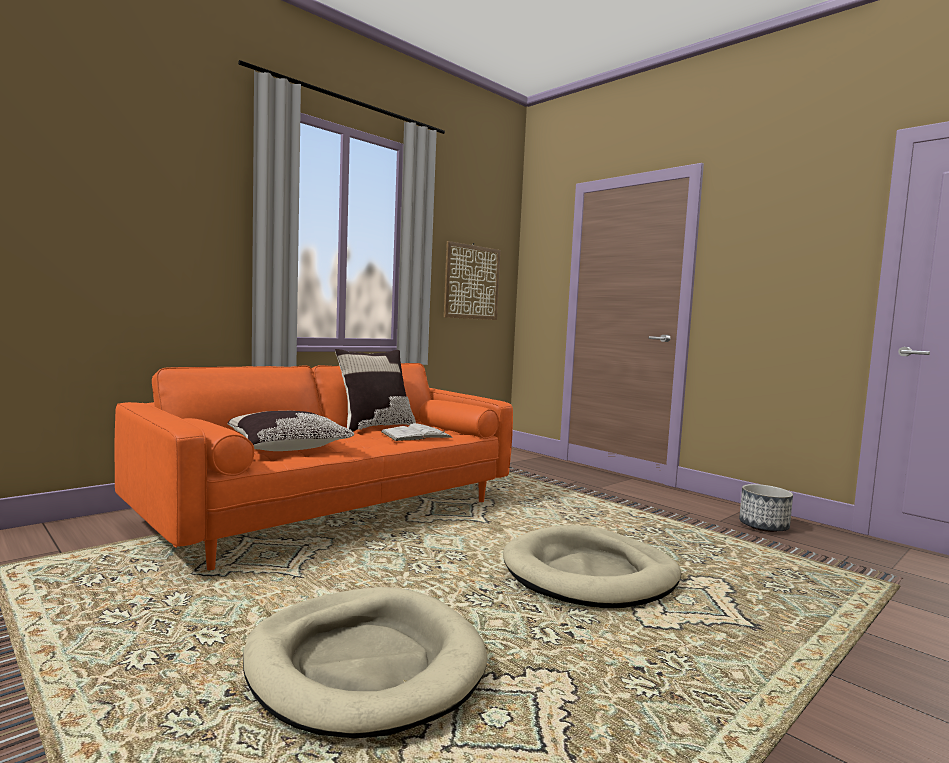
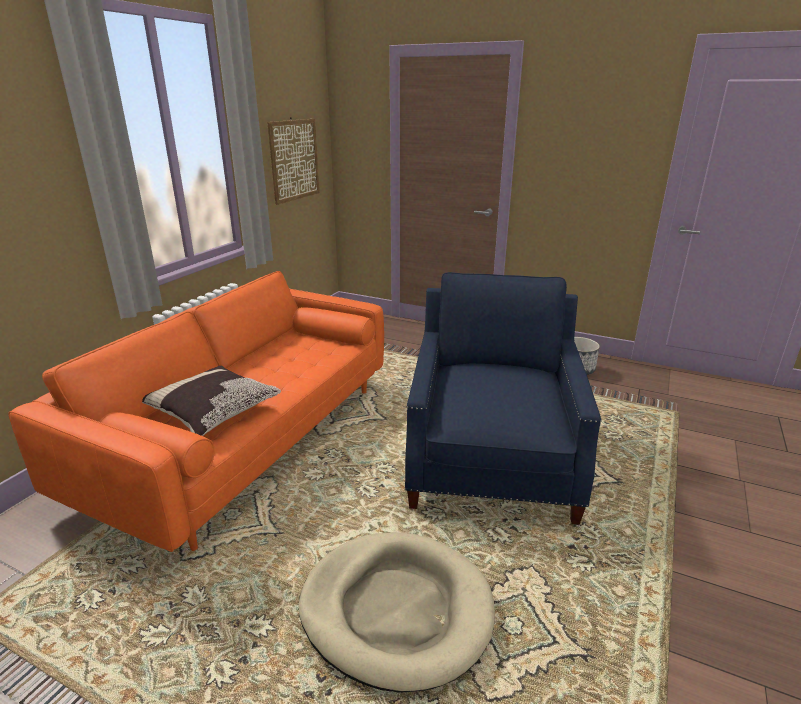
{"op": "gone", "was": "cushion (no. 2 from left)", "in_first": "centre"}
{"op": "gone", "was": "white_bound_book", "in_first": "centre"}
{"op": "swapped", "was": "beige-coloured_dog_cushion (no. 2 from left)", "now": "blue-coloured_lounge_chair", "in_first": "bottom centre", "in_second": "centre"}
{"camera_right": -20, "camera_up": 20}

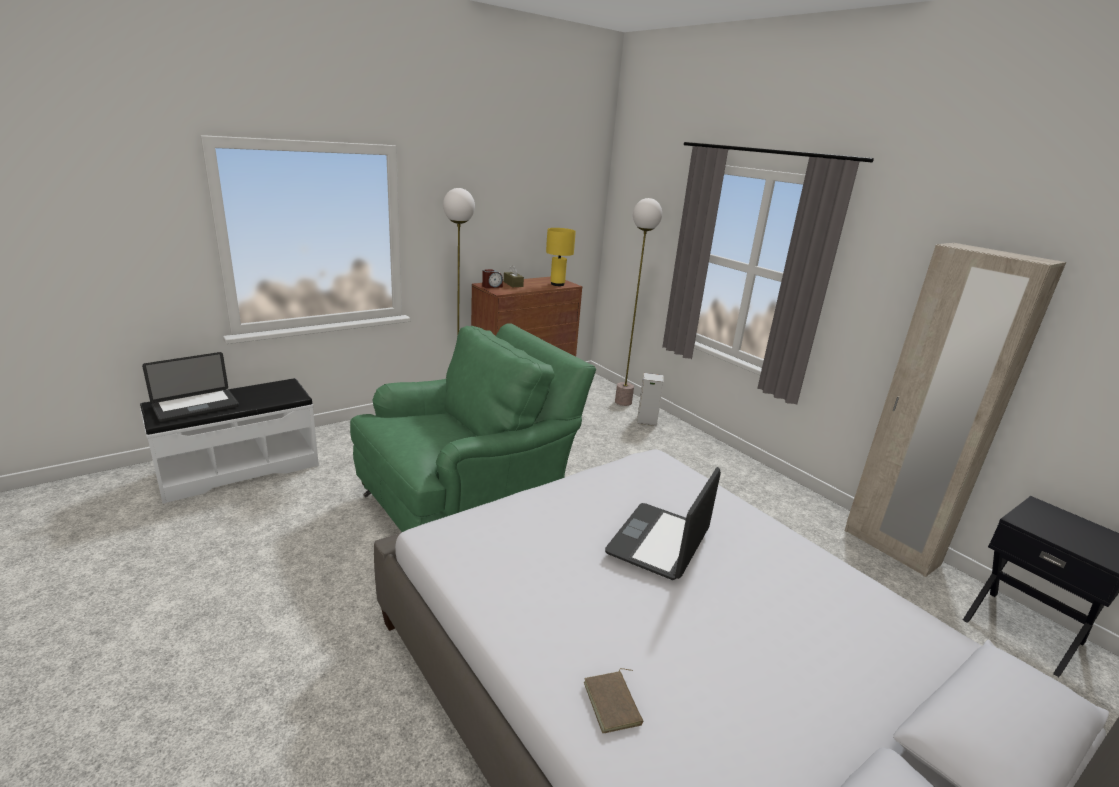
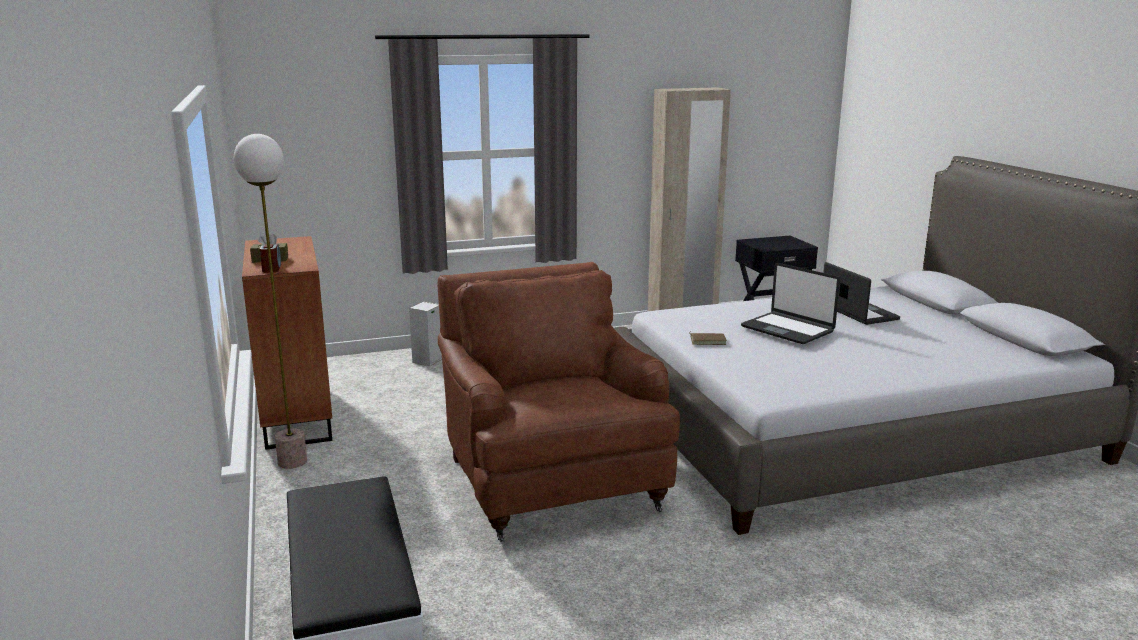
{"op": "gone", "was": "floor_lamp (no. 2 from left)", "in_first": "centre"}
{"op": "gone", "was": "yellowish_tabletop_lamp", "in_first": "top centre"}
{"op": "repainted", "was": "green_lounge_chair", "now": "brown-coloured_lounge_chair", "in_first": "centre", "in_second": "centre"}
{"op": "shifted", "was": "notebook_computer (no. 1 from left in the first image)", "now": "notebook_computer (no. 2 from left)", "in_first": "middle left", "in_second": "middle right"}
{"op": "shifted", "was": "brown-coloured_bound_book", "in_first": "bottom centre", "in_second": "centre"}
{"camera_right": -70, "camera_up": -5}

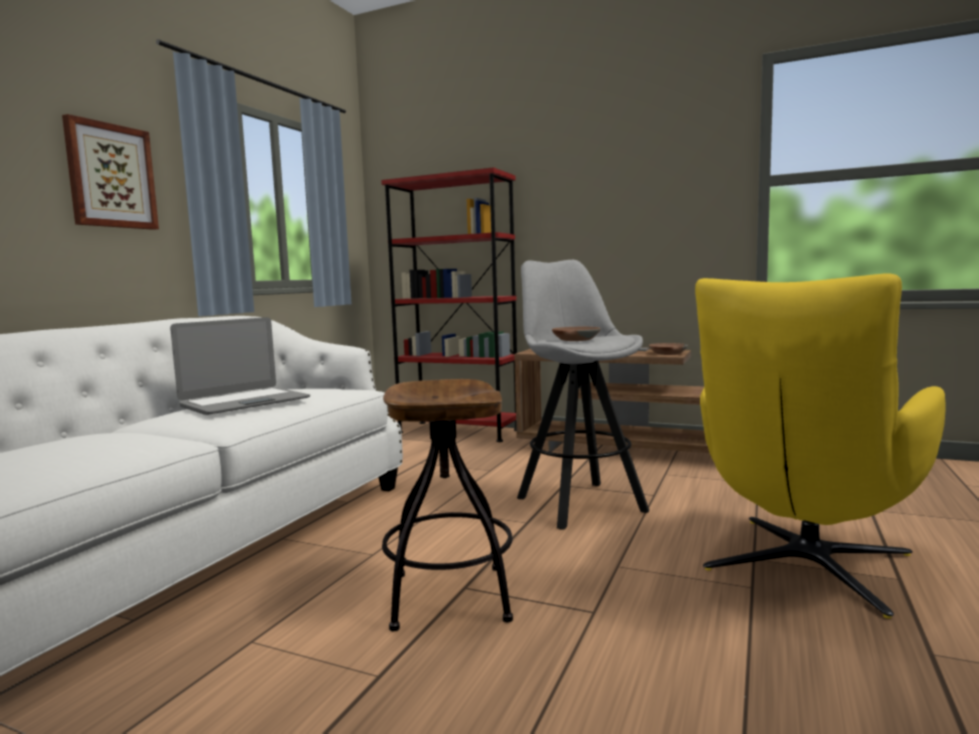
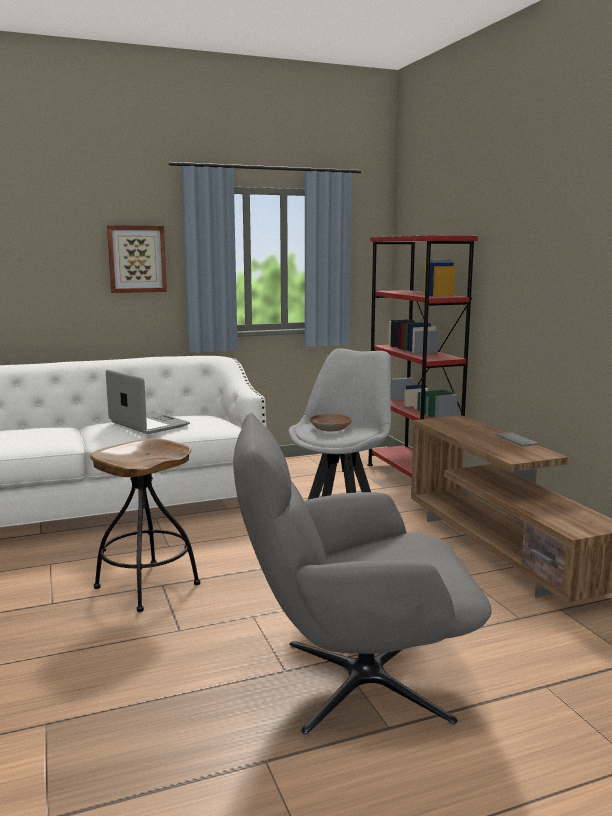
{"op": "repainted", "was": "yellowish_lounge_chair", "now": "greyish_lounge_chair", "in_first": "middle right", "in_second": "bottom centre"}
{"op": "rotated", "was": "notebook_computer", "in_first": "middle left", "in_second": "middle left", "clockwise": -135}
{"op": "gone", "was": "brown-coloured_deep_dish (no. 2 from left)", "in_first": "middle right"}
{"camera_right": 45, "camera_up": 5}

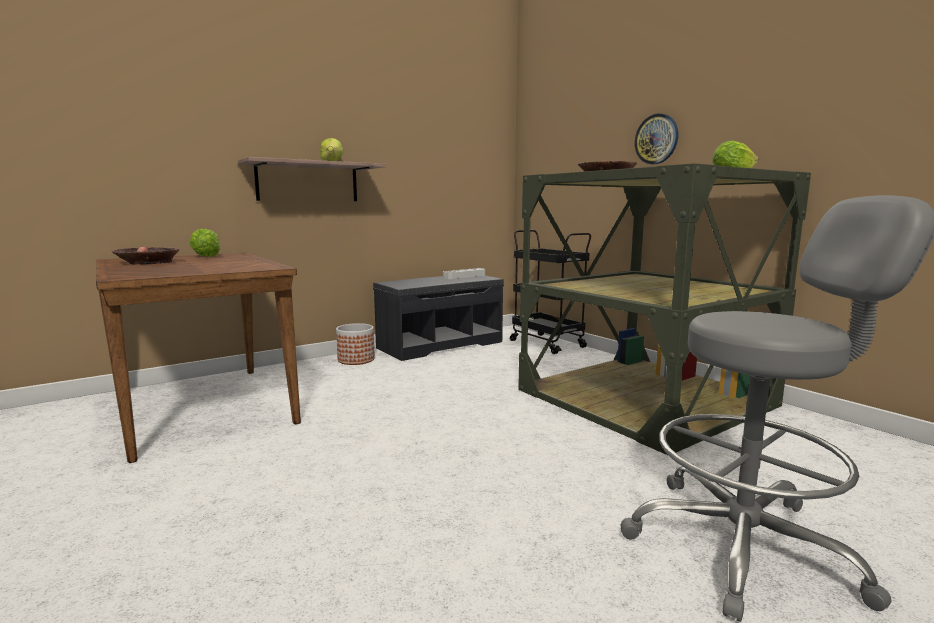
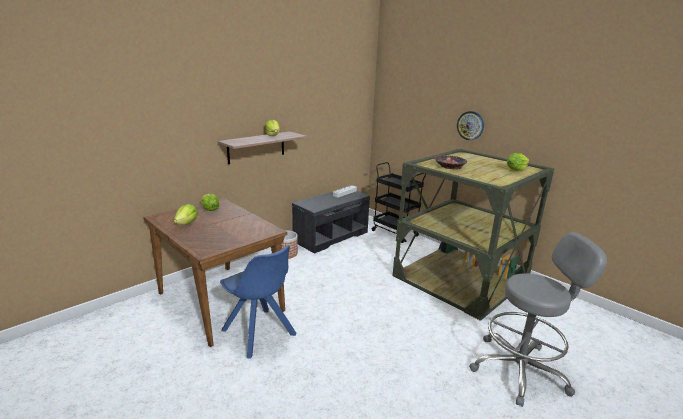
{"op": "swapped", "was": "deep_dish (no. 1 from left)", "now": "lettuce_head (no. 1 from left)", "in_first": "middle left", "in_second": "middle left"}
{"op": "new", "now": "blue-coloured_chair", "in_second": "bottom centre"}
{"camera_right": -10, "camera_up": 10}

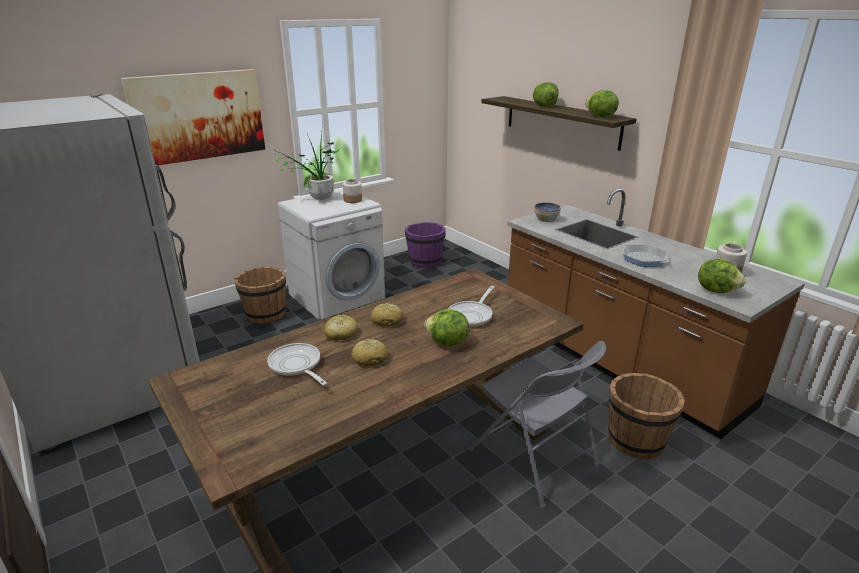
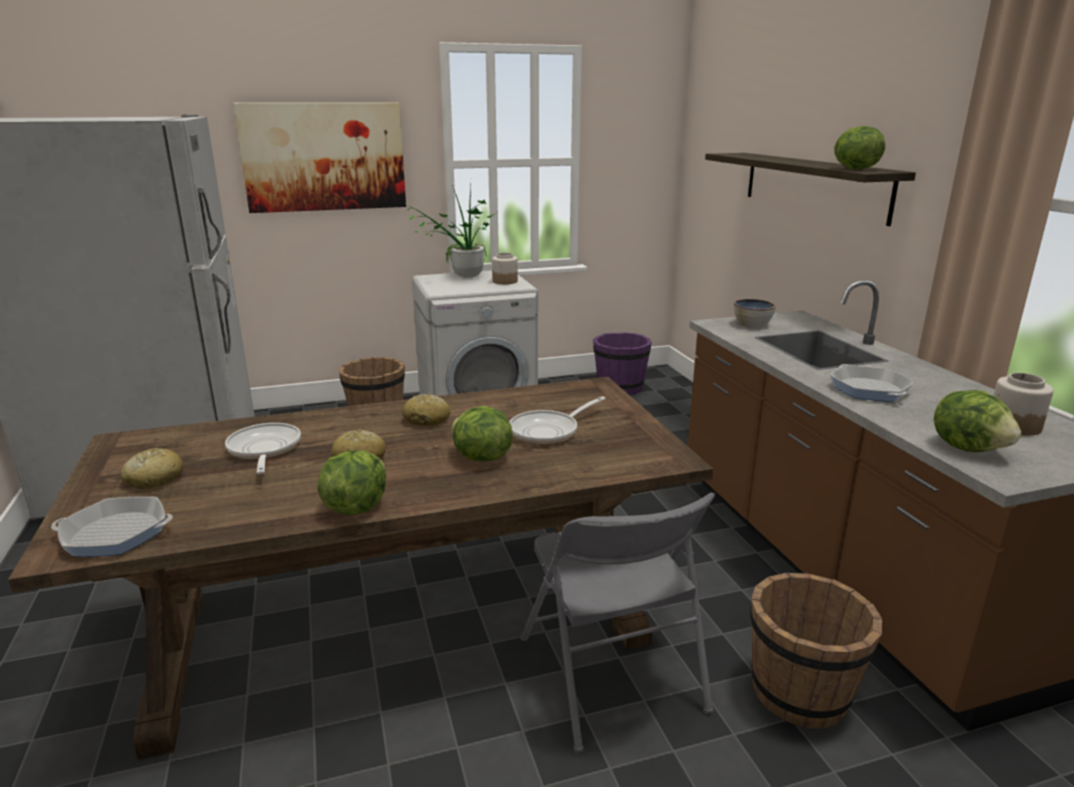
{"op": "shifted", "was": "lettuce_head (no. 2 from left in the first image)", "now": "lettuce_head (no. 1 from left)", "in_first": "top centre", "in_second": "middle left"}
{"op": "shifted", "was": "baked_bread (no. 1 from left)", "in_first": "centre", "in_second": "middle left"}
{"op": "new", "now": "pan (no. 1 from left)", "in_second": "bottom left"}
{"camera_right": 20, "camera_up": -5}

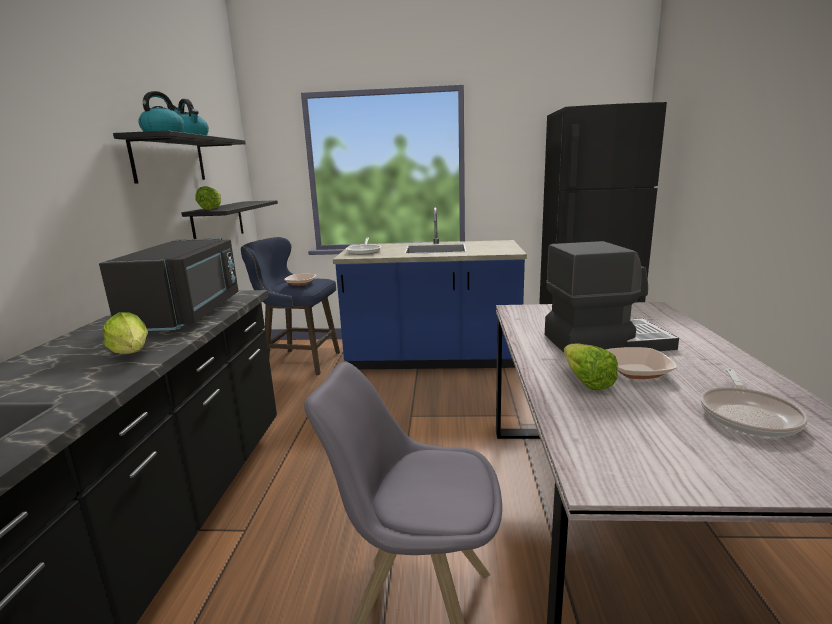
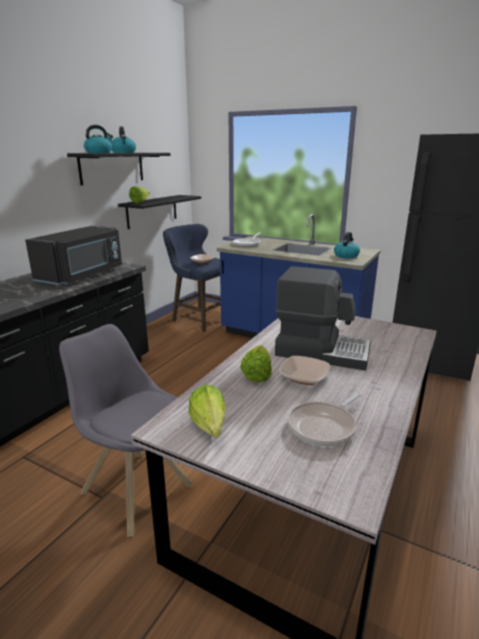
{"op": "shifted", "was": "lettuce_head (no. 1 from left in the first image)", "now": "lettuce_head (no. 2 from left)", "in_first": "middle left", "in_second": "centre"}
{"op": "new", "now": "tea_kettle (no. 3 from left)", "in_second": "middle right"}
{"camera_right": 25, "camera_up": 5}

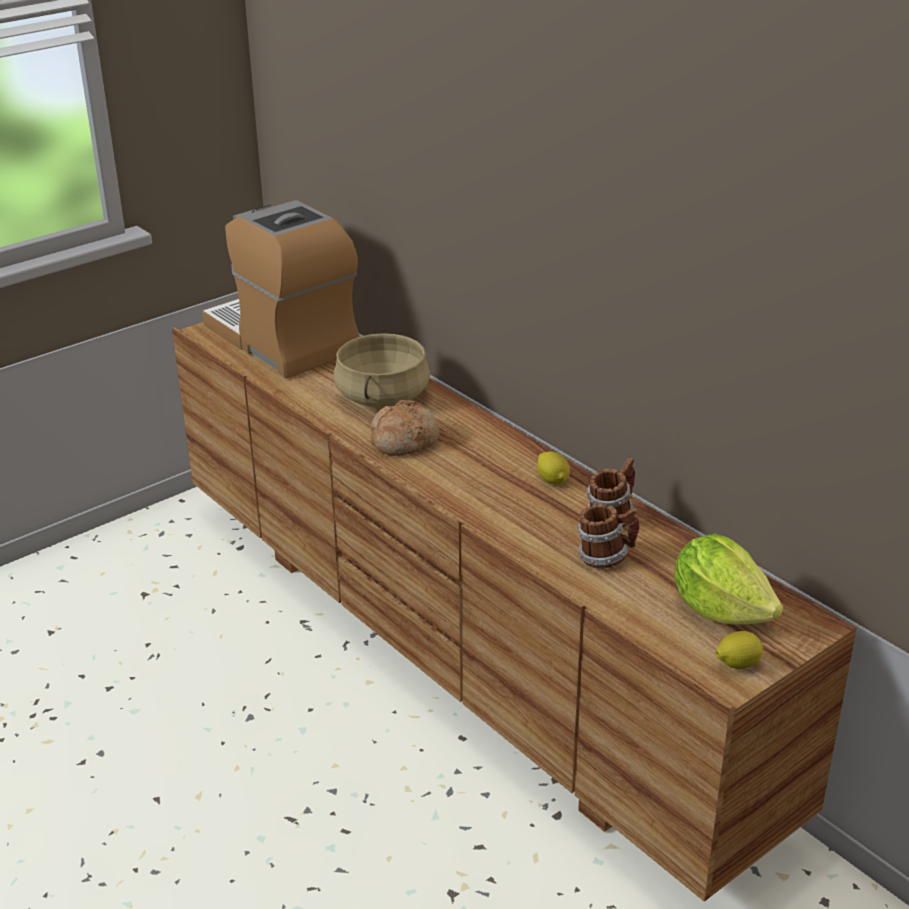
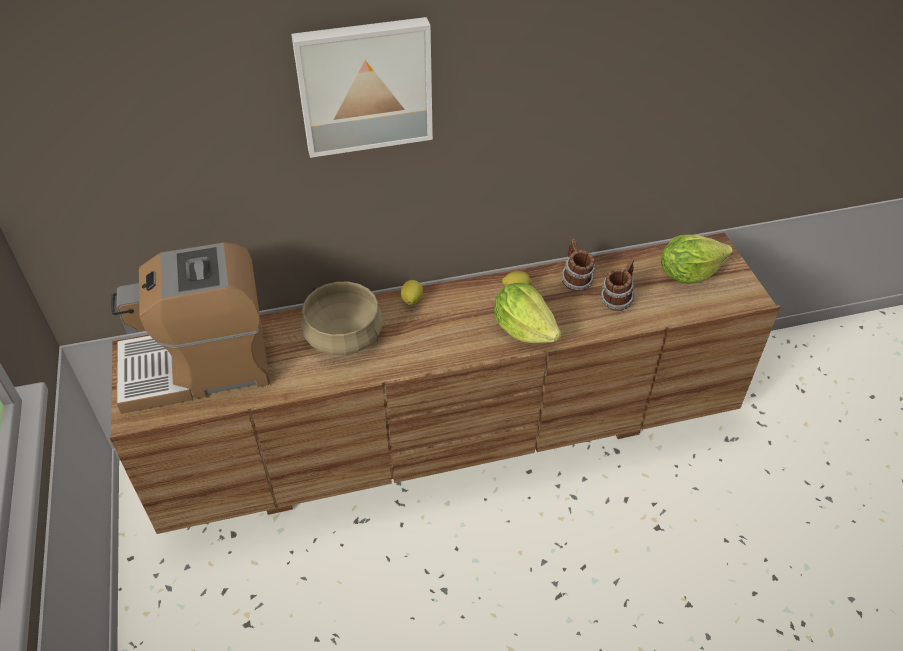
{"op": "gone", "was": "baked_bread", "in_first": "centre"}
{"op": "shifted", "was": "whole_lemon (no. 2 from left in the first image)", "now": "whole_lemon (no. 1 from left)", "in_first": "bottom right", "in_second": "centre"}
{"op": "new", "now": "wall_art", "in_second": "top centre"}
{"op": "new", "now": "lettuce_head (no. 1 from left)", "in_second": "centre"}
{"camera_right": -65, "camera_up": 15}

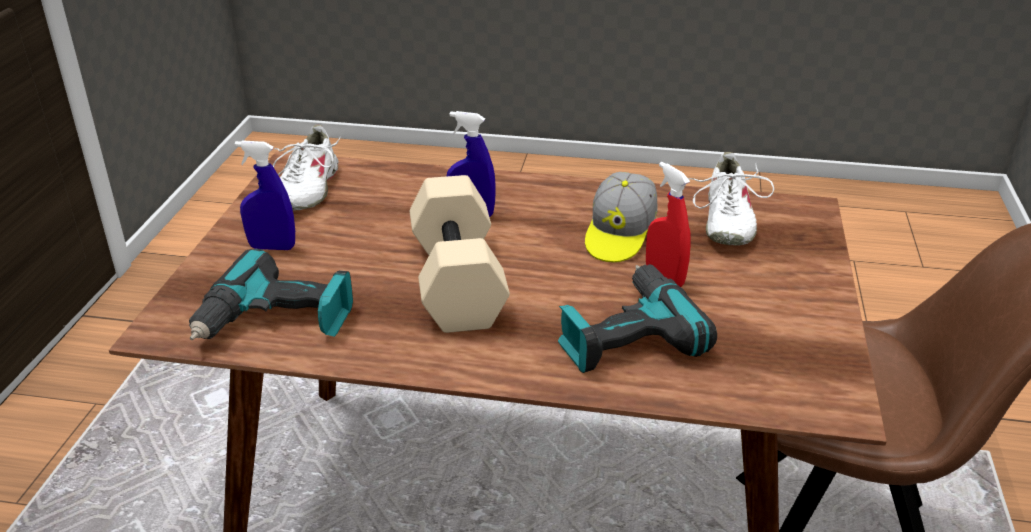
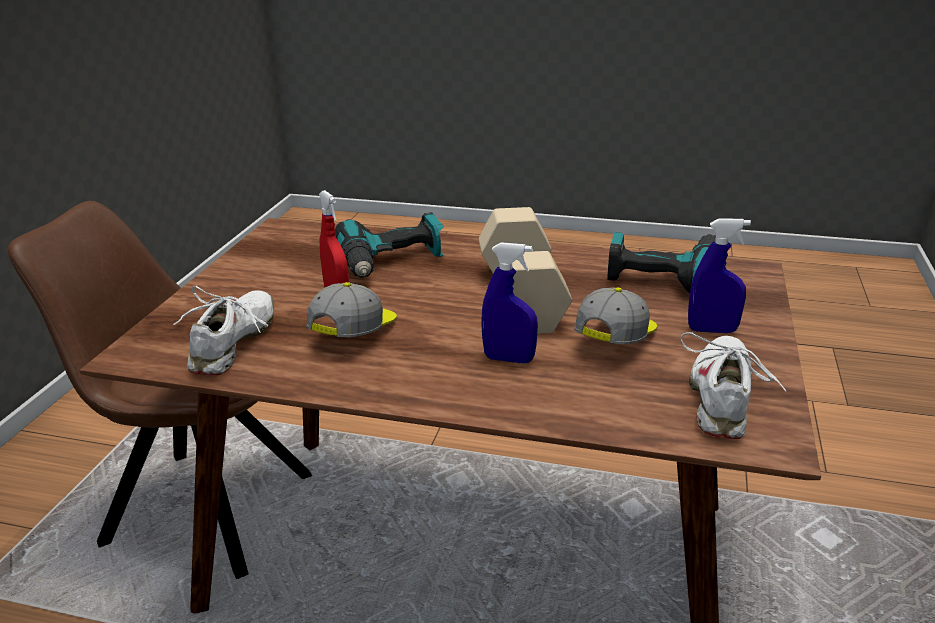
{"op": "new", "now": "cap (no. 2 from left)", "in_second": "centre"}
{"camera_right": -175, "camera_up": -5}

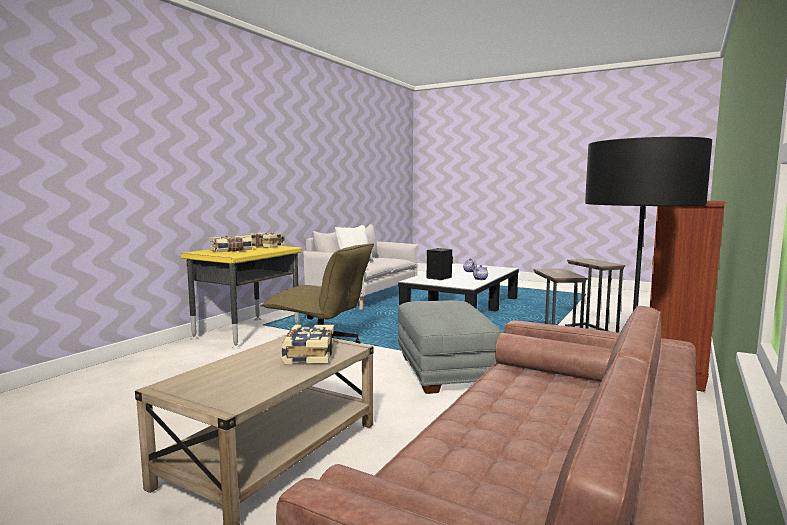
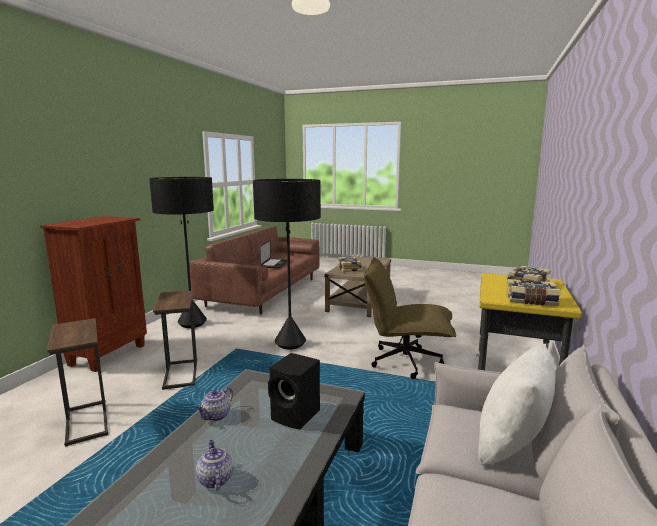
{"op": "swapped", "was": "greyish_footrest", "now": "blackish_floor_lamp (no. 2 from left)", "in_first": "centre", "in_second": "centre"}
{"op": "new", "now": "notebook_computer", "in_second": "centre"}
{"camera_right": 170, "camera_up": 5}

